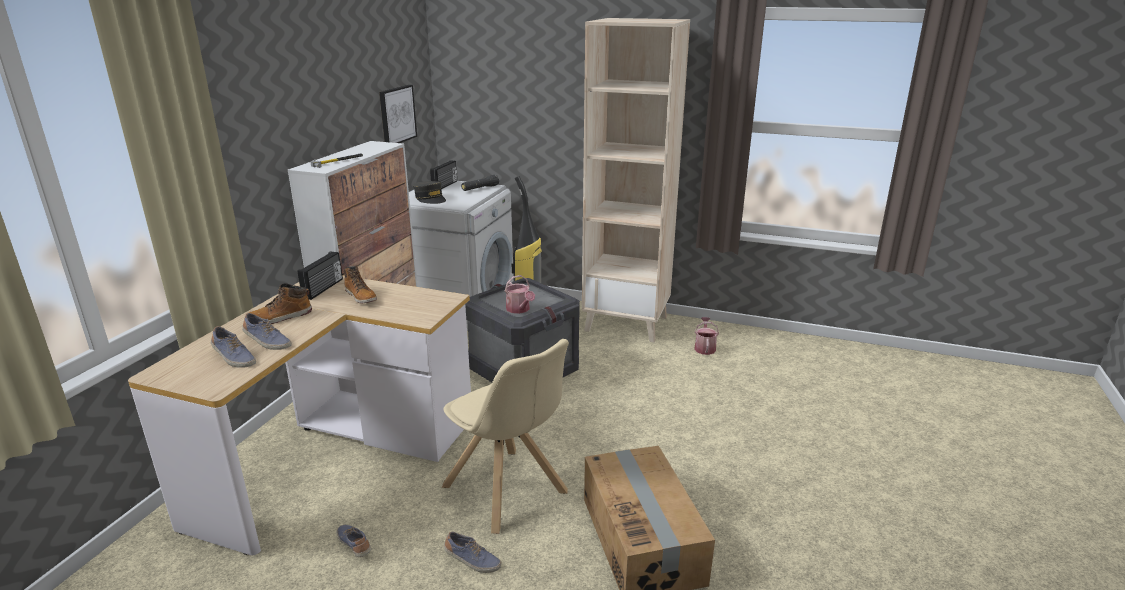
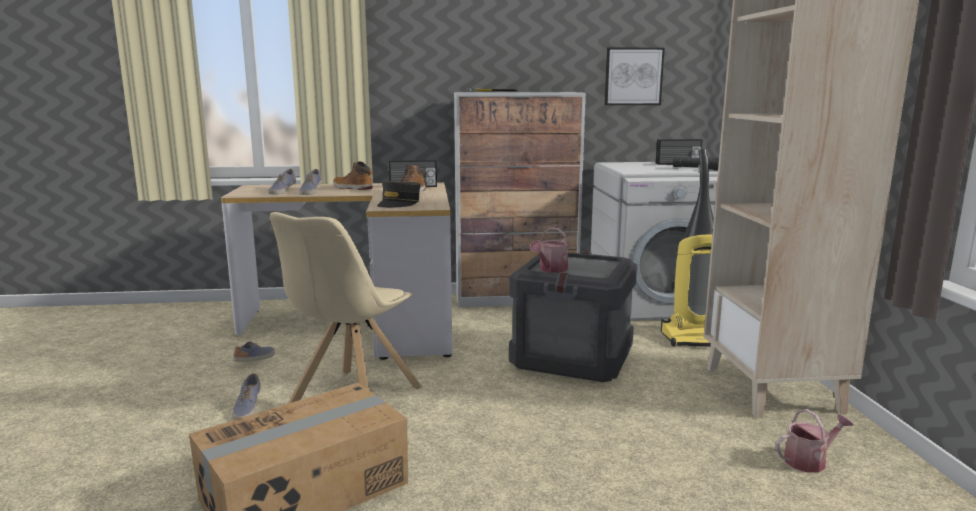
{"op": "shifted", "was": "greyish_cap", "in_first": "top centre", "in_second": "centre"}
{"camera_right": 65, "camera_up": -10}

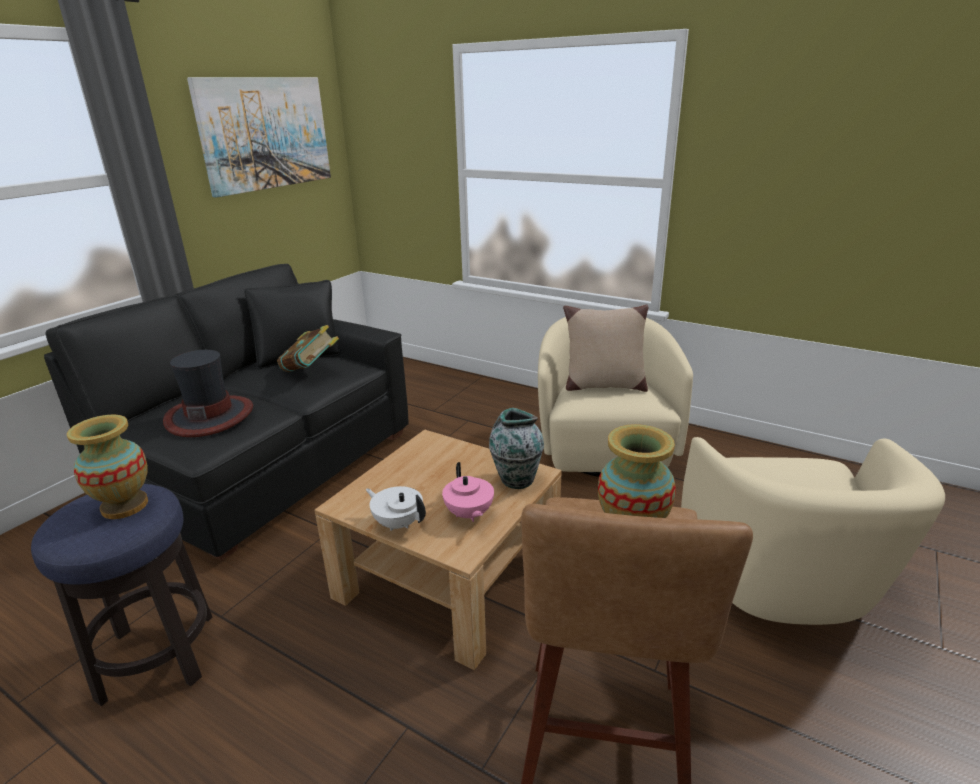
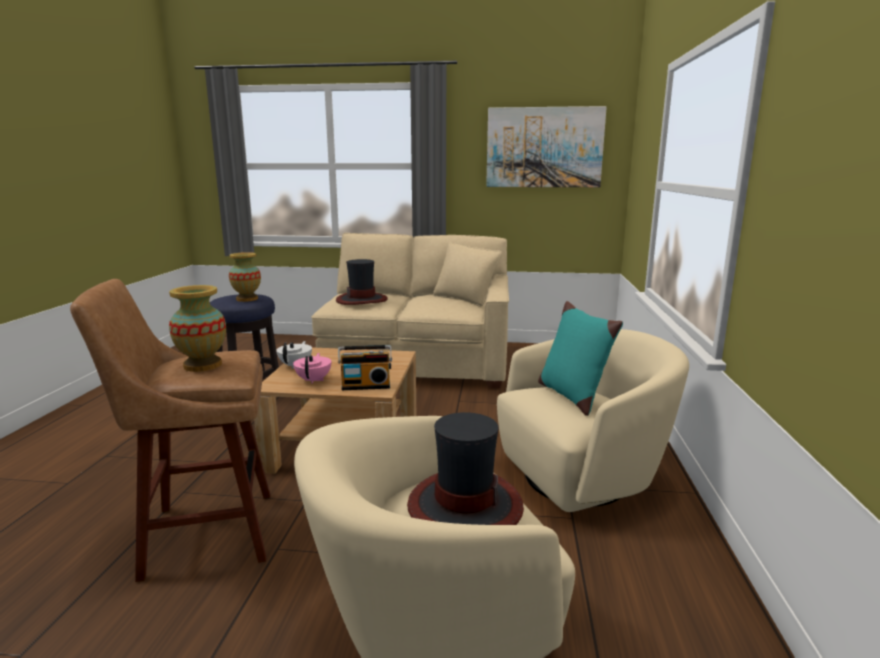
{"op": "repainted", "was": "blackish_settee", "now": "beige-coloured_settee", "in_first": "middle left", "in_second": "centre"}
{"op": "repainted", "was": "beige-coloured_cushion", "now": "turquoise-coloured_cushion", "in_first": "centre", "in_second": "centre"}
{"op": "gone", "was": "bound_book", "in_first": "middle left"}
{"op": "swapped", "was": "vase (no. 2 from left)", "now": "radio_set", "in_first": "centre", "in_second": "centre"}
{"op": "rotated", "was": "pinkish_pot_for_tea", "in_first": "centre", "in_second": "centre", "clockwise": 135}
{"op": "new", "now": "wearable_hat (no. 2 from left)", "in_second": "bottom centre"}
{"camera_right": 65, "camera_up": -10}

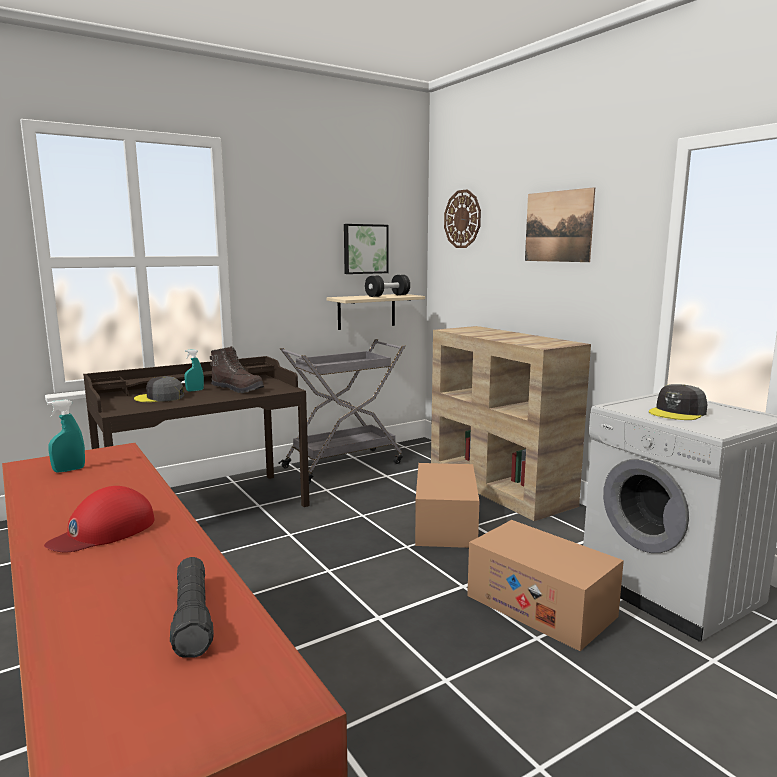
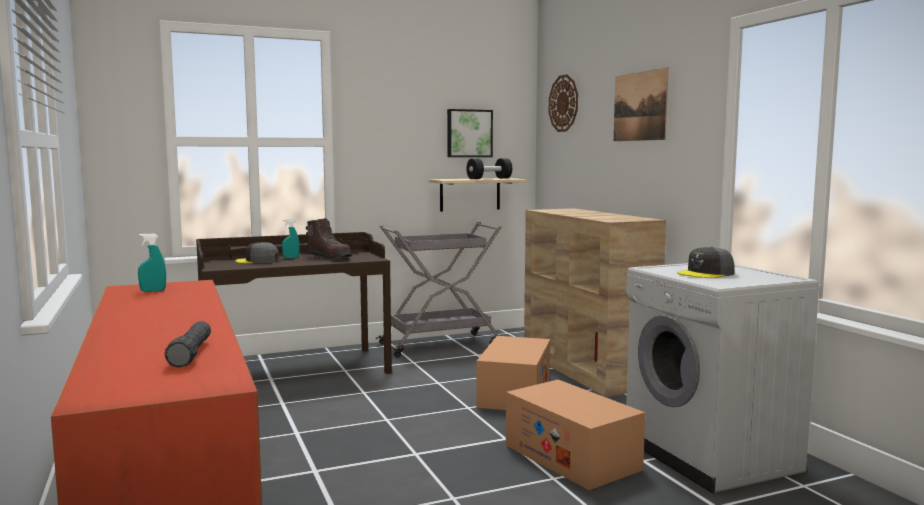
{"op": "gone", "was": "reddish_cap", "in_first": "bottom left"}
{"camera_right": 10, "camera_up": -5}

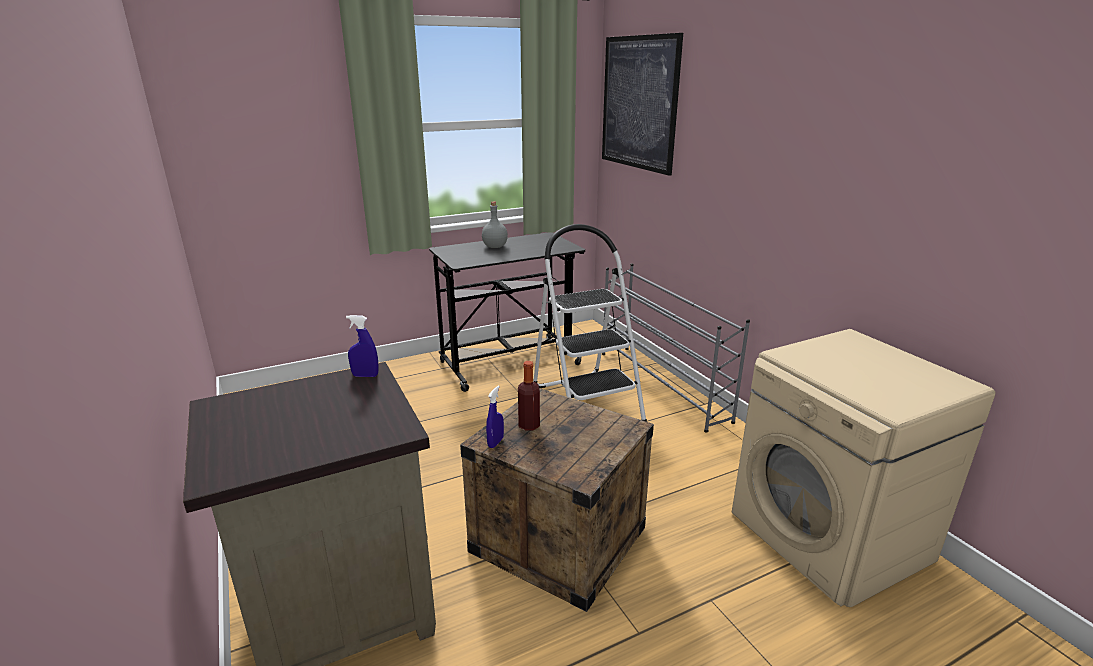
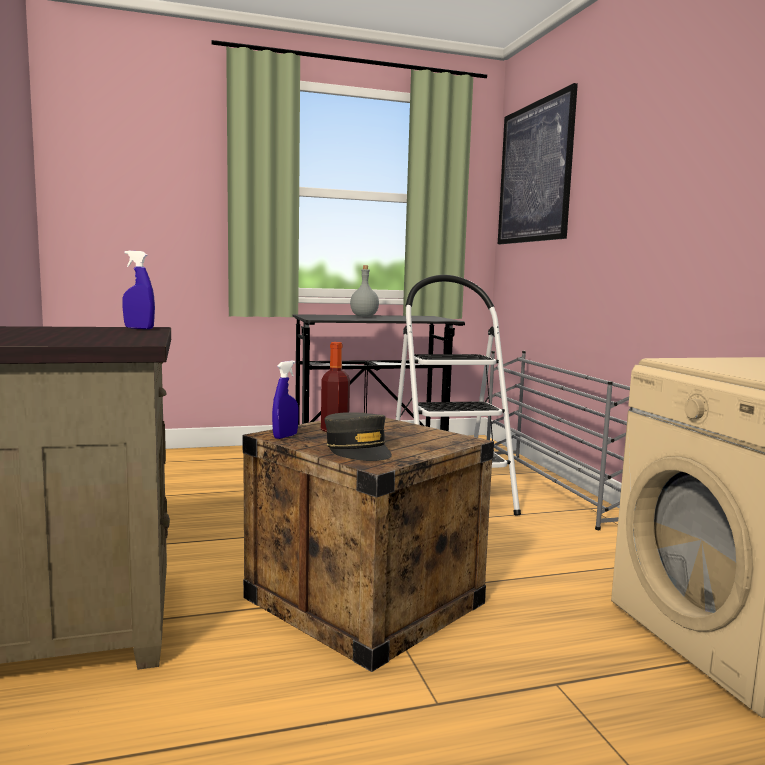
{"op": "new", "now": "greyish_cap", "in_second": "centre"}
{"camera_right": 10, "camera_up": -15}

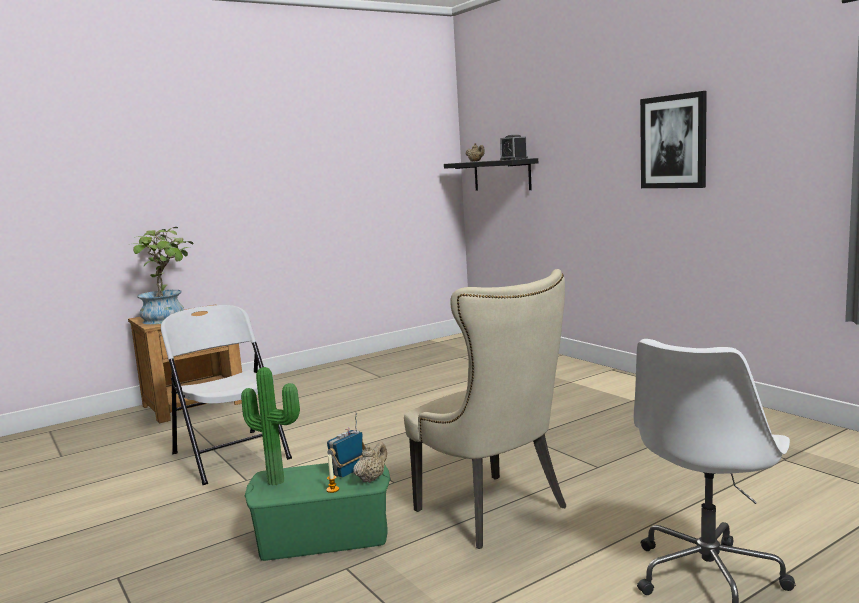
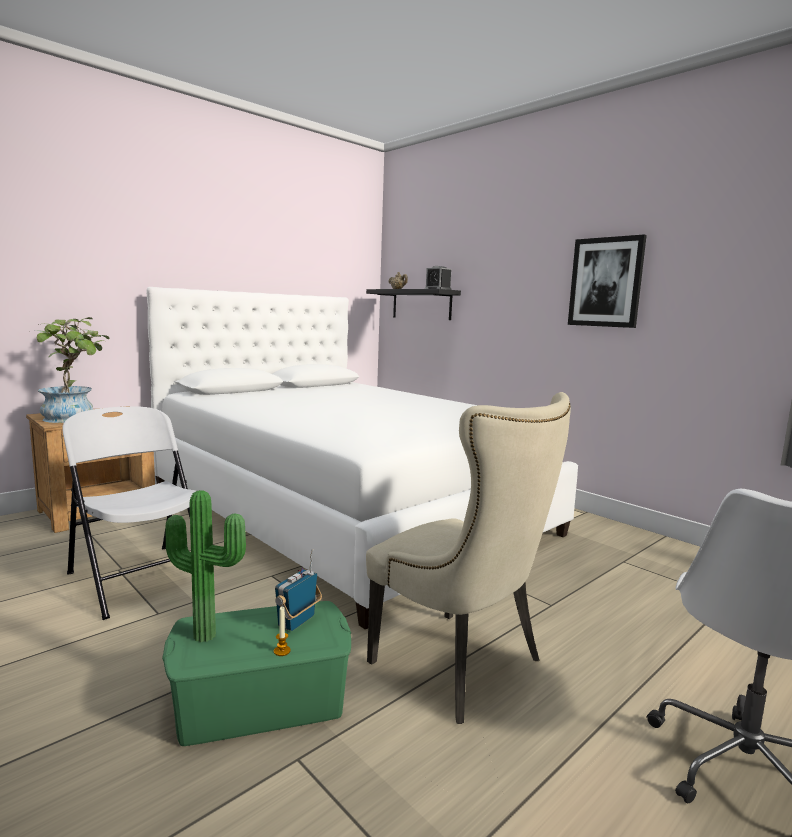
{"op": "gone", "was": "beige-coloured_pot_for_tea (no. 1 from left)", "in_first": "bottom centre"}
{"op": "new", "now": "white_sleeping_bed", "in_second": "centre"}
{"camera_right": -10, "camera_up": 0}

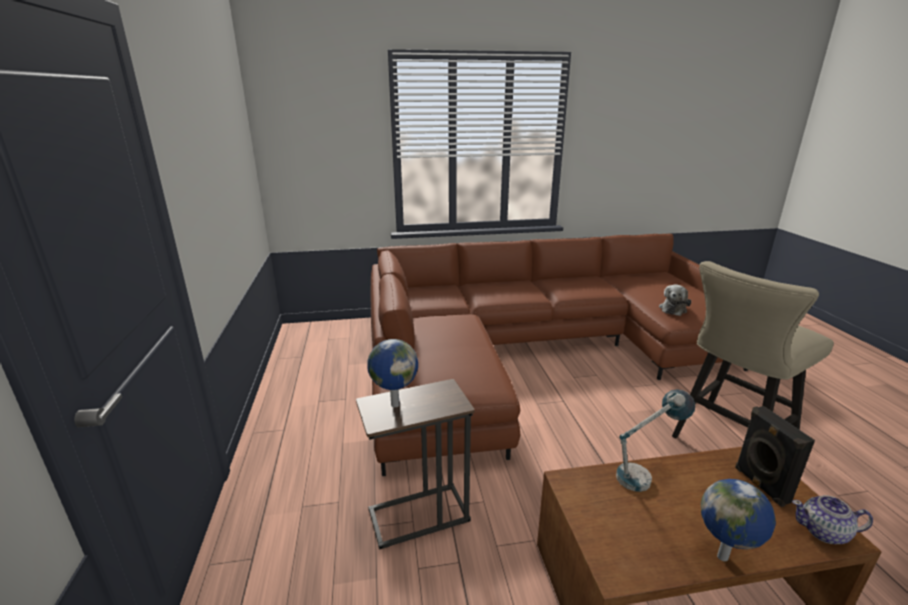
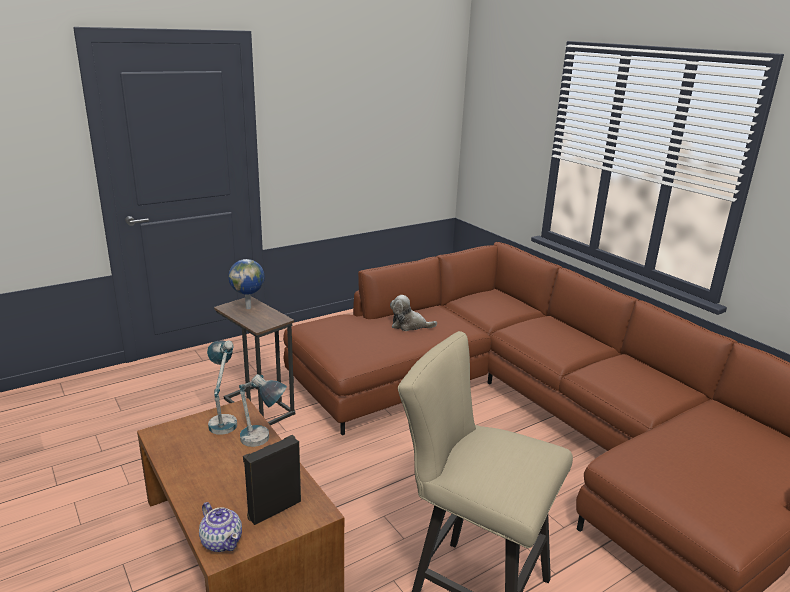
{"op": "shifted", "was": "plush_toy", "in_first": "middle right", "in_second": "centre"}
{"op": "gone", "was": "desk_globe (no. 2 from left)", "in_first": "bottom right"}
{"op": "rotated", "was": "pot_for_tea", "in_first": "bottom right", "in_second": "bottom left", "clockwise": 150}
{"op": "new", "now": "tabletop_lamp (no. 1 from left)", "in_second": "middle left"}
{"camera_right": 65, "camera_up": 0}

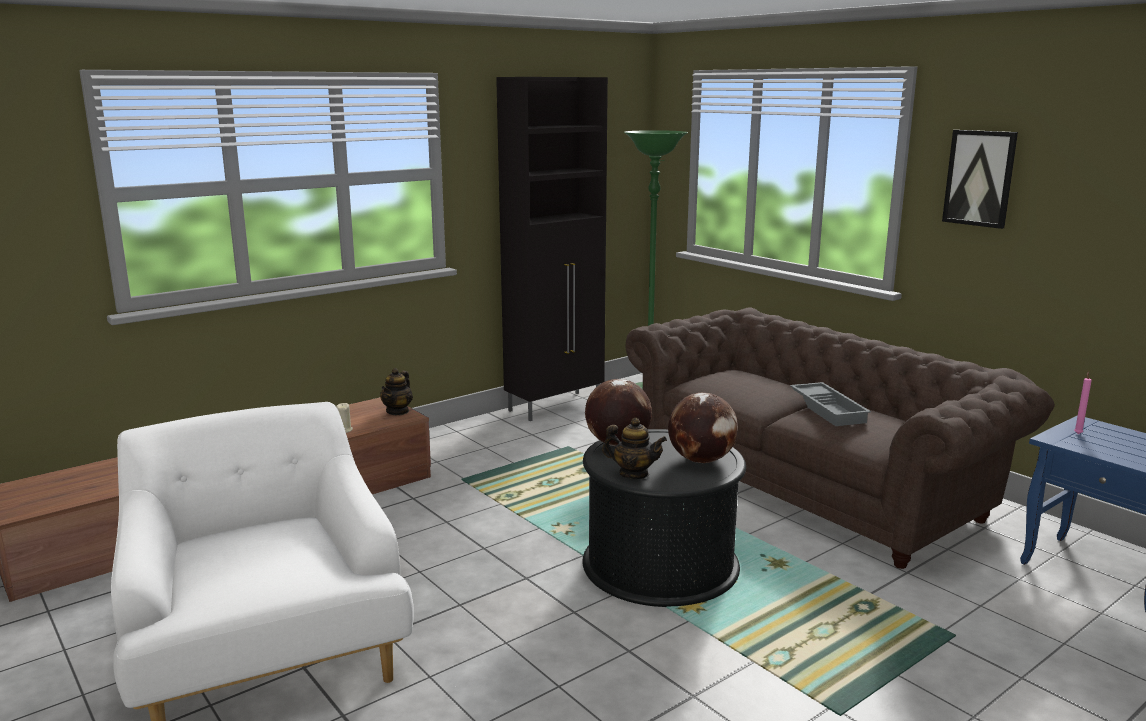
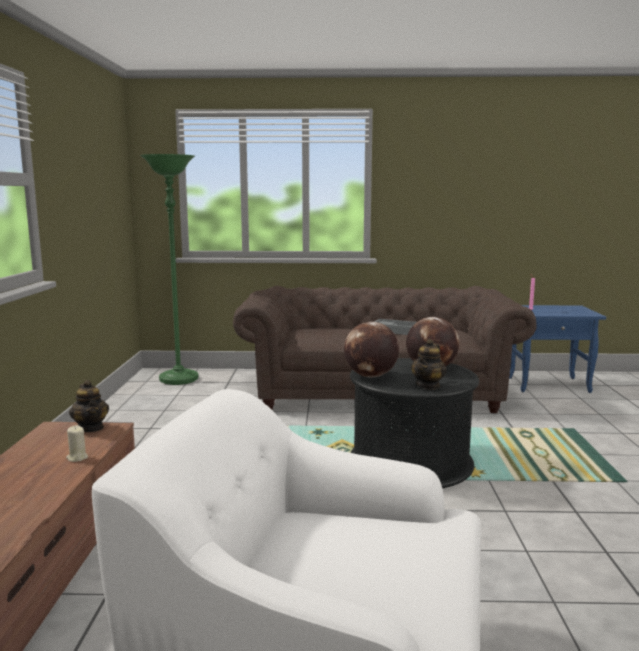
{"op": "gone", "was": "blackish_storage_cabinet", "in_first": "centre"}
{"op": "gone", "was": "wall_art", "in_first": "top right"}
{"op": "rotated", "was": "pot_for_tea (no. 2 from left)", "in_first": "centre", "in_second": "middle right", "clockwise": 150}
{"camera_right": -50, "camera_up": -5}

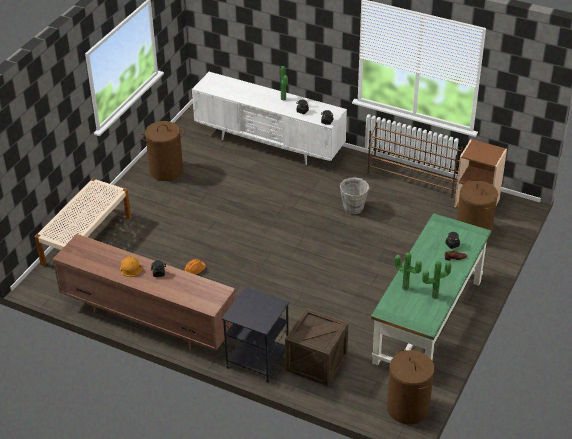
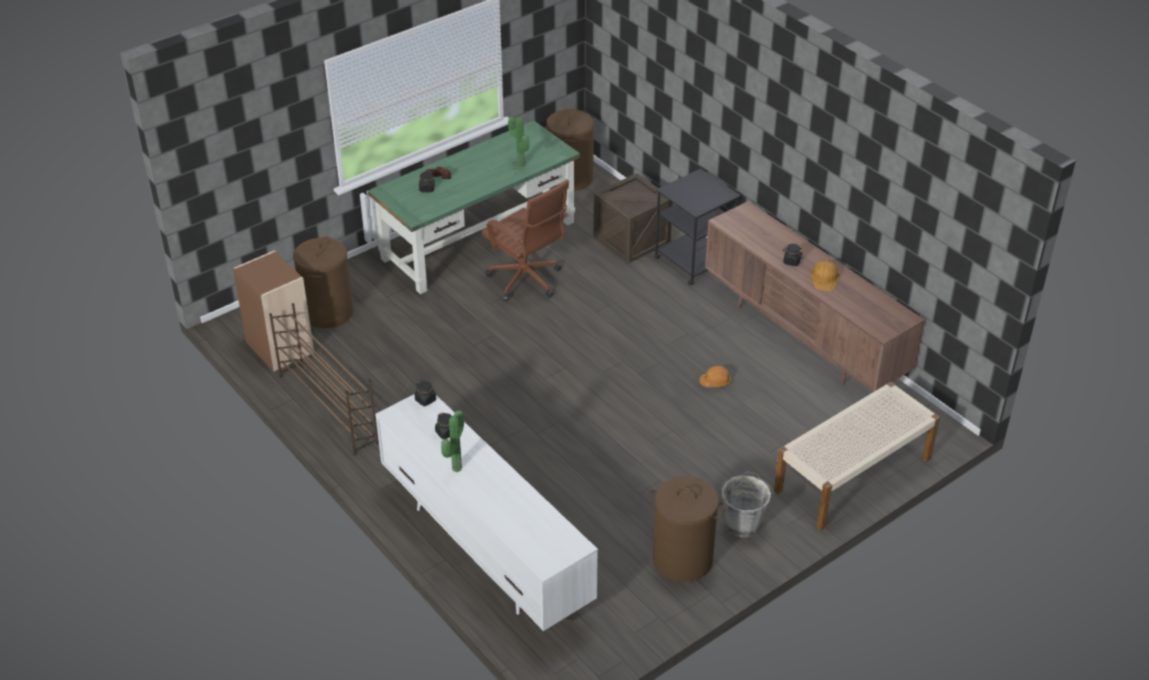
{"op": "shifted", "was": "greyish_water_bucket", "in_first": "centre", "in_second": "bottom centre"}
{"op": "gone", "was": "houseplant (no. 3 from left)", "in_first": "middle right"}
{"op": "new", "now": "brown-coloured_computer_chair", "in_second": "centre"}
{"camera_right": -155, "camera_up": 0}

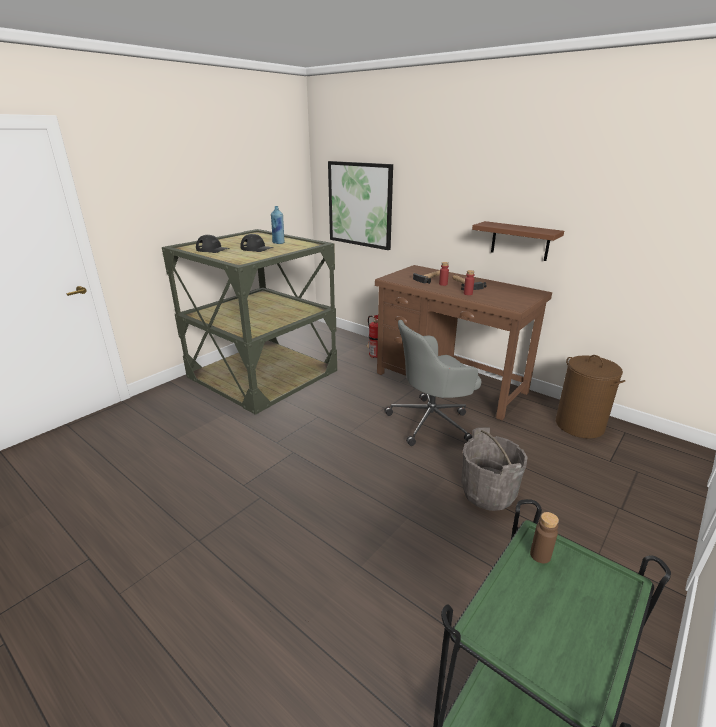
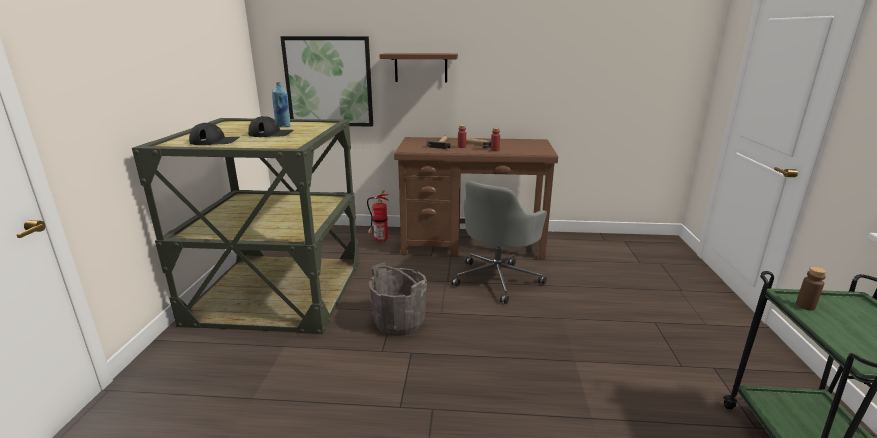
{"op": "shifted", "was": "brown-coloured_shelf", "in_first": "top right", "in_second": "top centre"}
{"op": "gone", "was": "brown-coloured_hamper", "in_first": "middle right"}
{"op": "shifted", "was": "greyish_water_bucket", "in_first": "middle right", "in_second": "bottom centre"}
{"camera_right": -35, "camera_up": -5}

